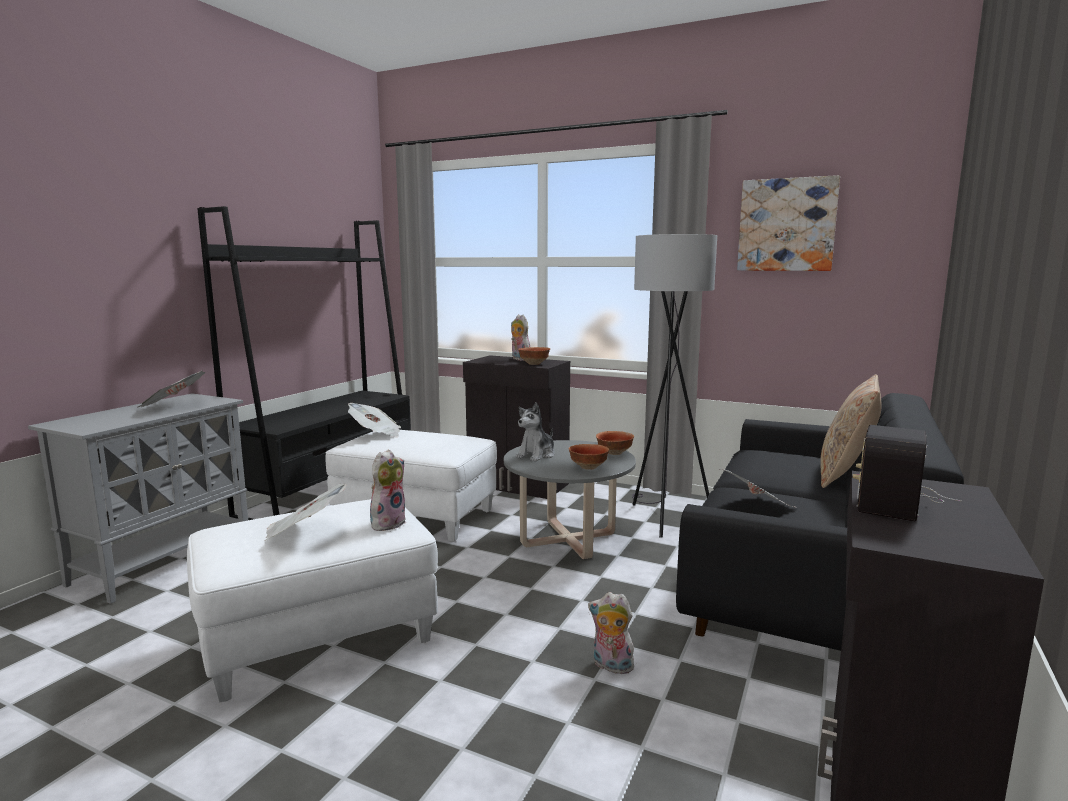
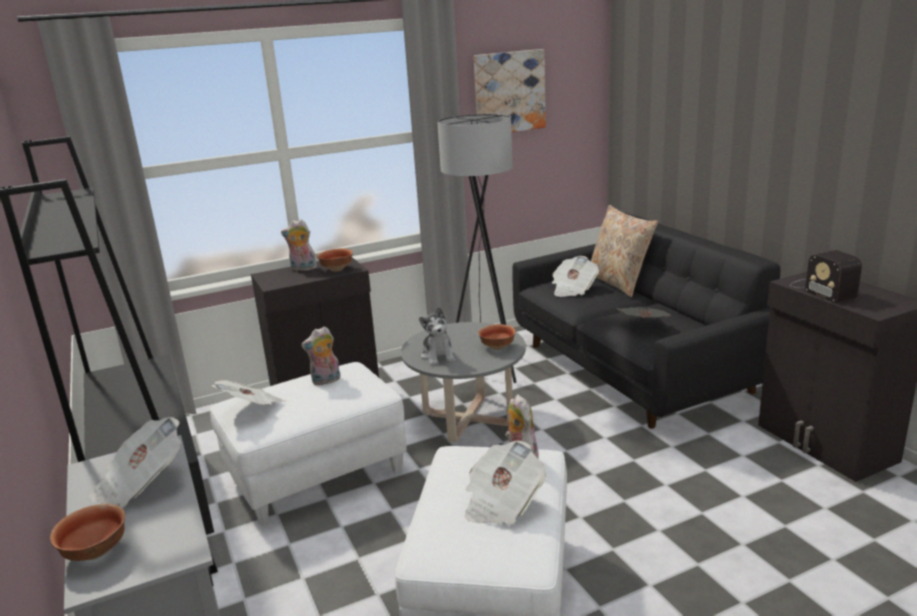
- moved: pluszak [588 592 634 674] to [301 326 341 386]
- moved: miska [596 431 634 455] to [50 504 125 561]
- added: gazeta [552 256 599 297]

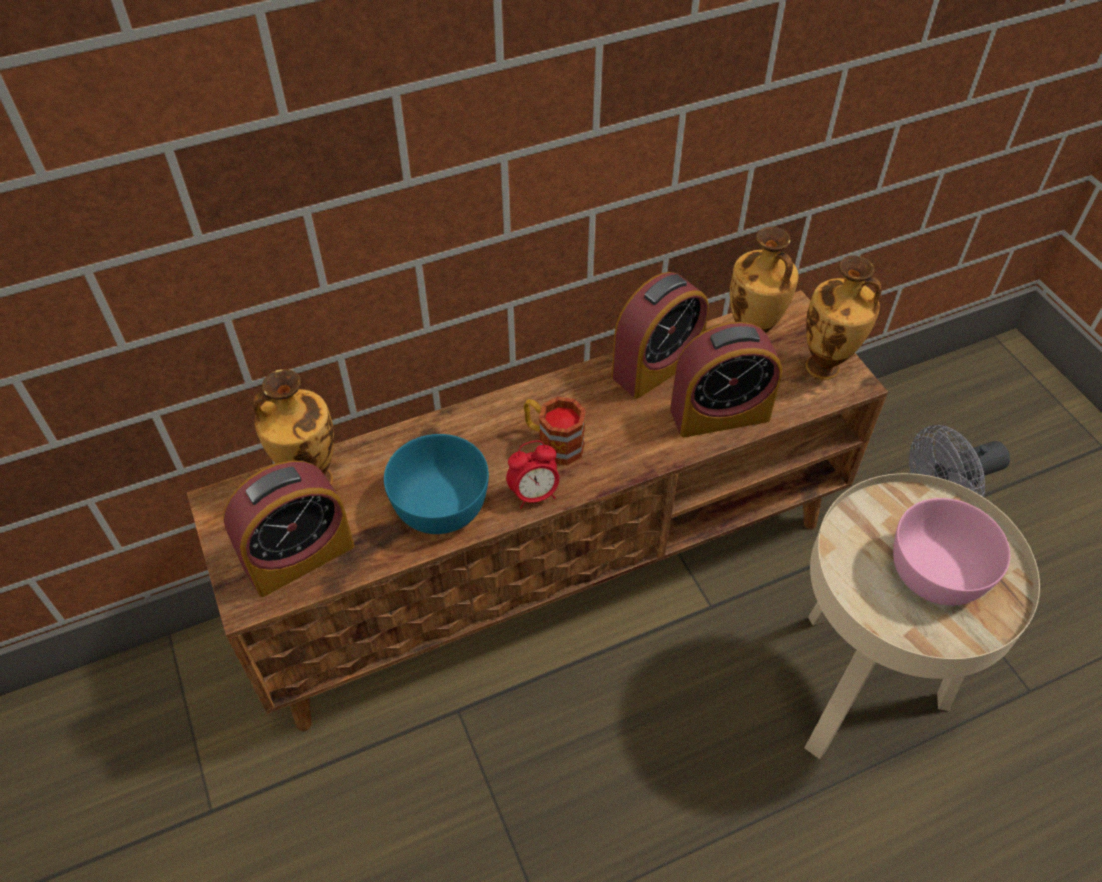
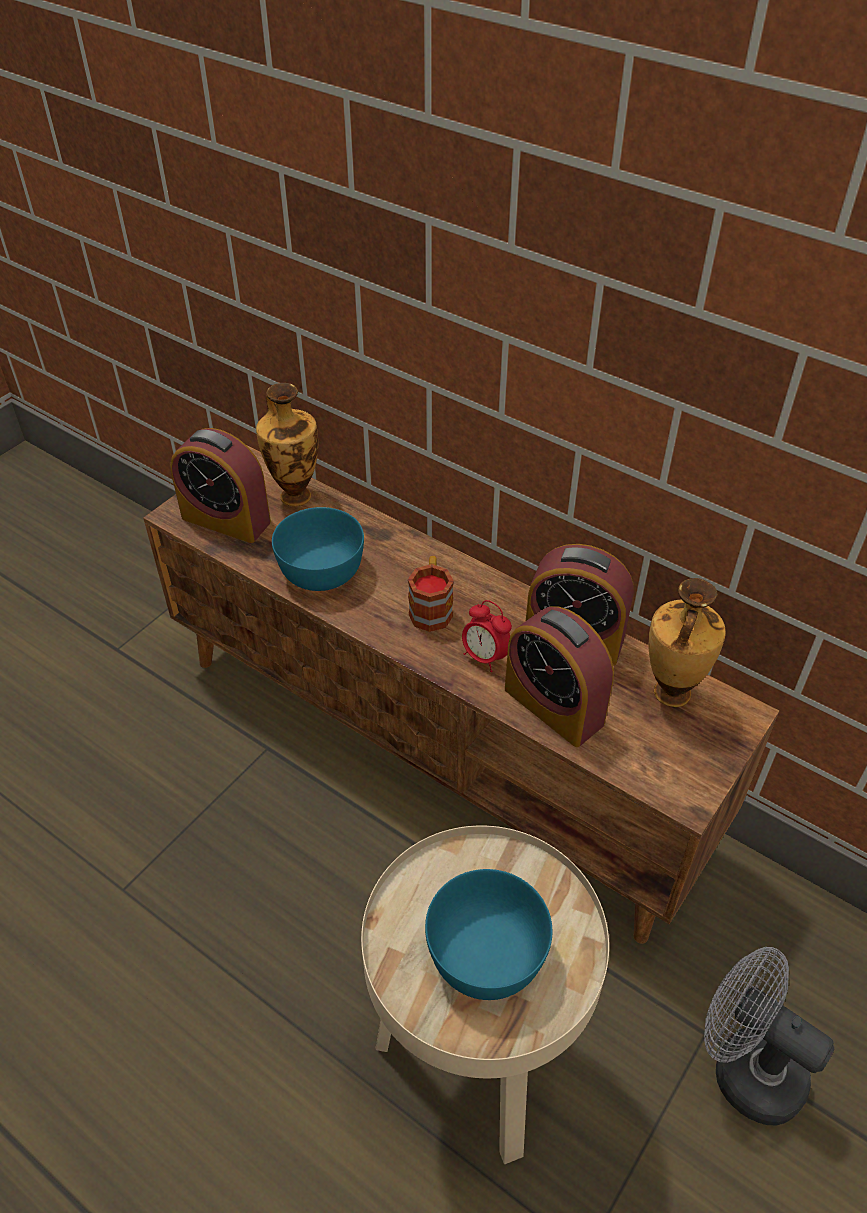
- moved: budzik [506 440 559 509] to [462 600 512 672]
- removed: wazon [806 256 882 380]
- recoloured: miska/różowy [893 498 1010 606] to miska/turkusowy [425 869 552 1000]

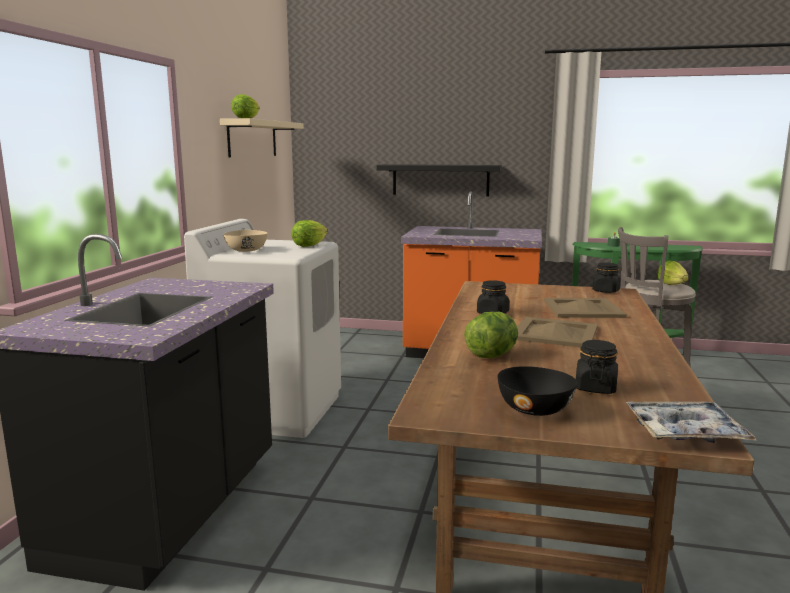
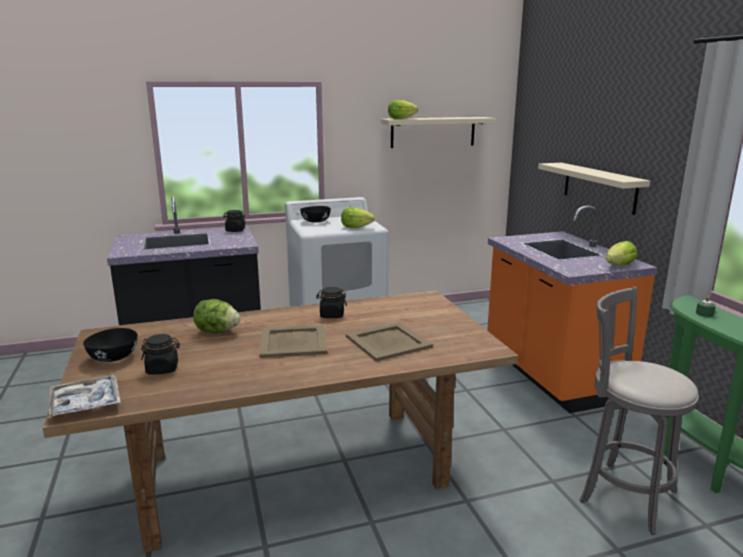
- recoloured: miska/beżowy [223 230 268 252] to miska/czarny [300 206 331 223]
- recoloured: półka/czarny [376 164 502 196] to półka/beżowy [538 163 650 215]
- moved: słoik/czarny [592 263 621 293] to [223 210 246 232]
- moved: sałata [657 260 689 285] to [606 241 637 265]

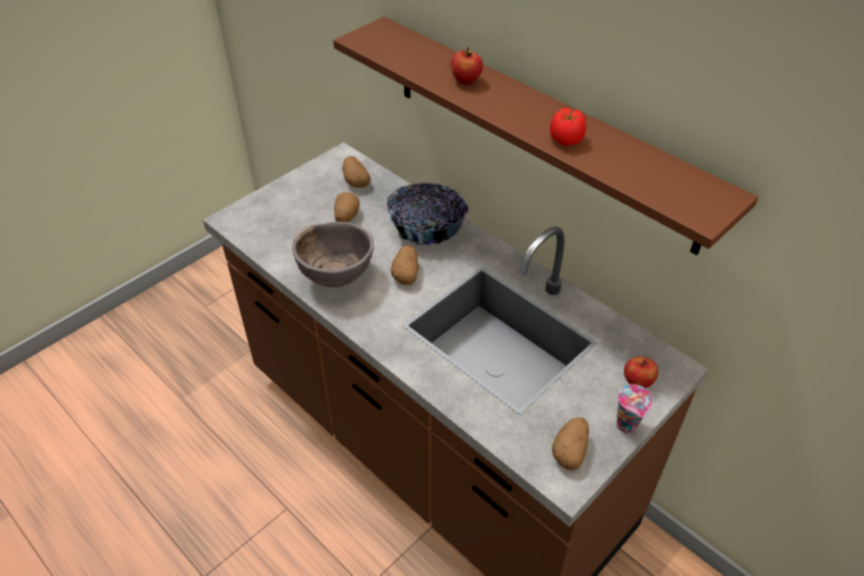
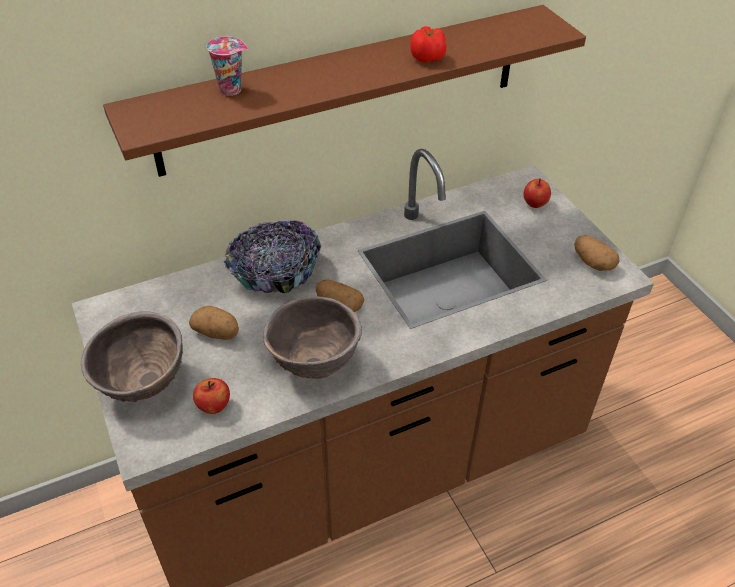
- removed: ziemniak [342 156 371 188]
- moved: jabłko [450 48 483 85] to [193 378 230 414]
- moved: filiżanka [617 384 653 433] to [207 37 248 96]
- added: miska/brązowy [81 311 183 402]

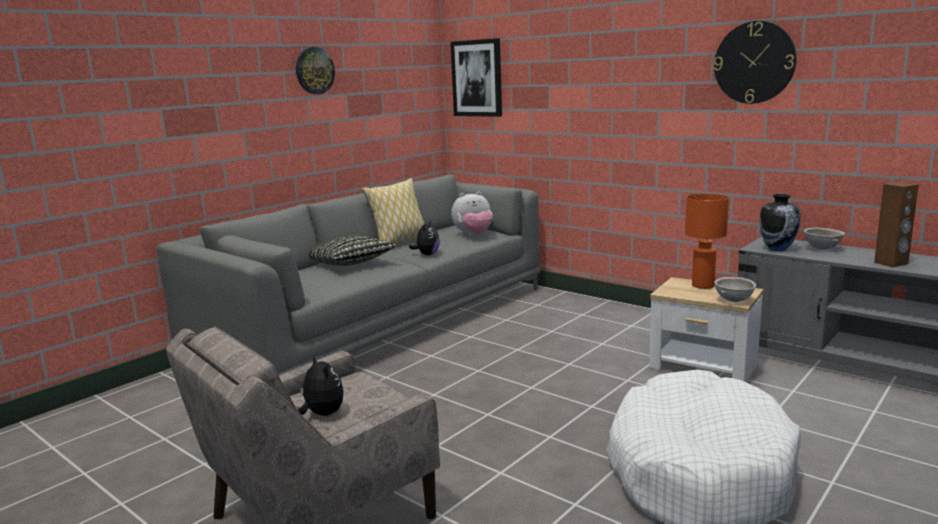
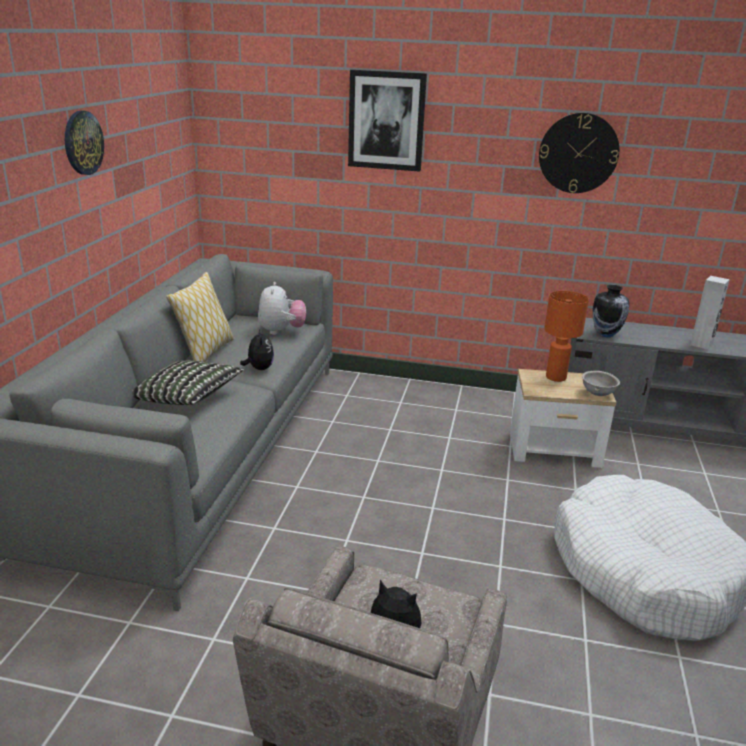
- moved: obraz [450 38 502 117] to [348 70 427 172]
- turned: pluszak [451 191 493 236] = [258 282 306 335] 45 degrees counterclockwise
- removed: miska/szary [804 227 845 250]
- recoloured: głośnik/brązowy [874 182 919 267] to głośnik/biały [690 276 730 350]

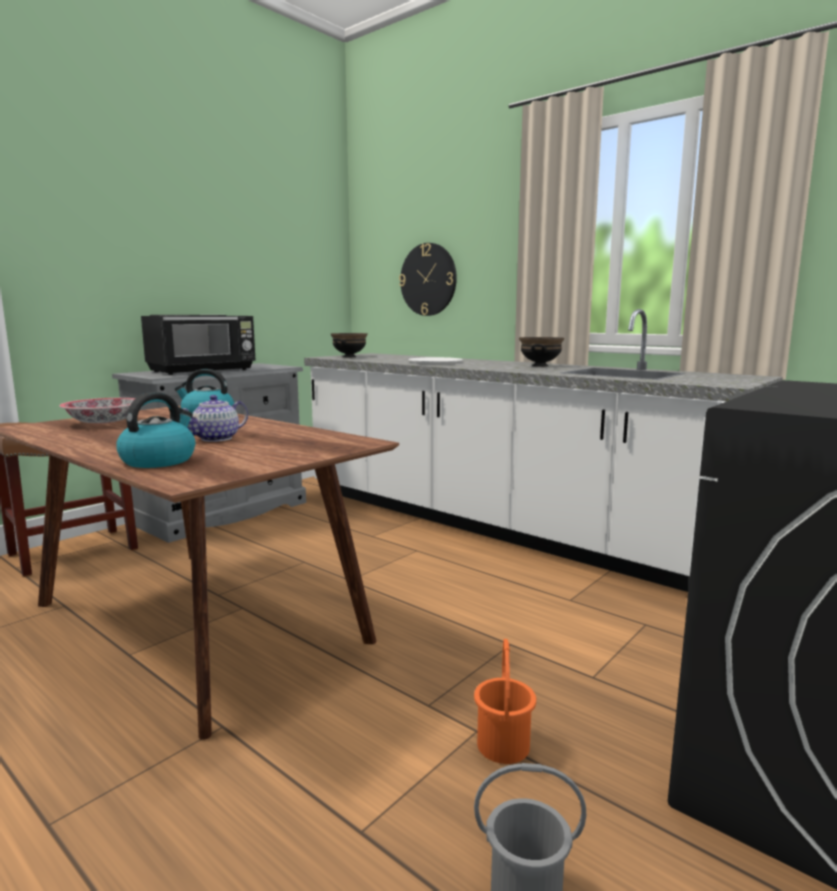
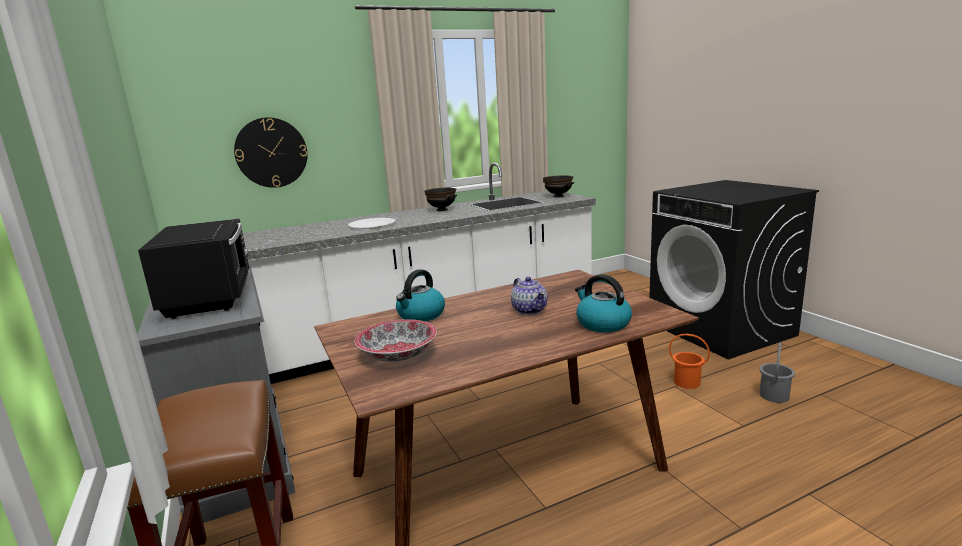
- moved: miska/czarny [331 333 368 357] to [543 175 574 197]

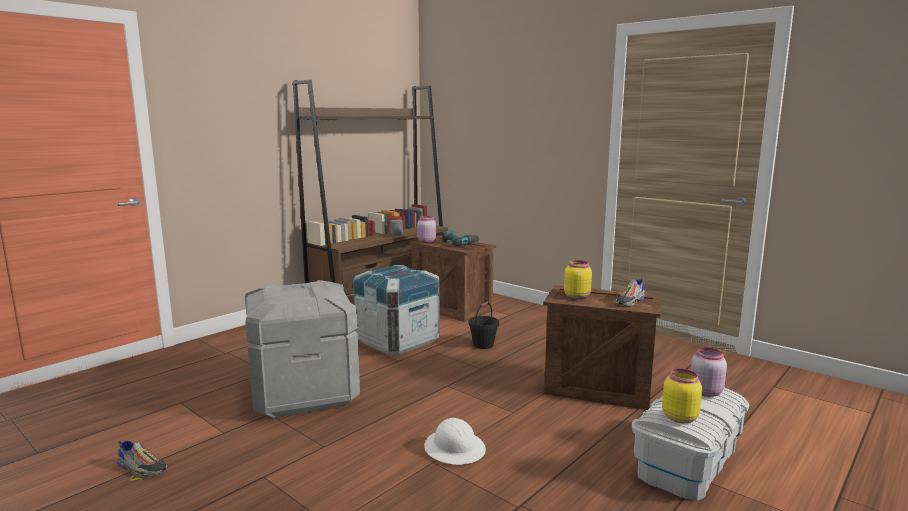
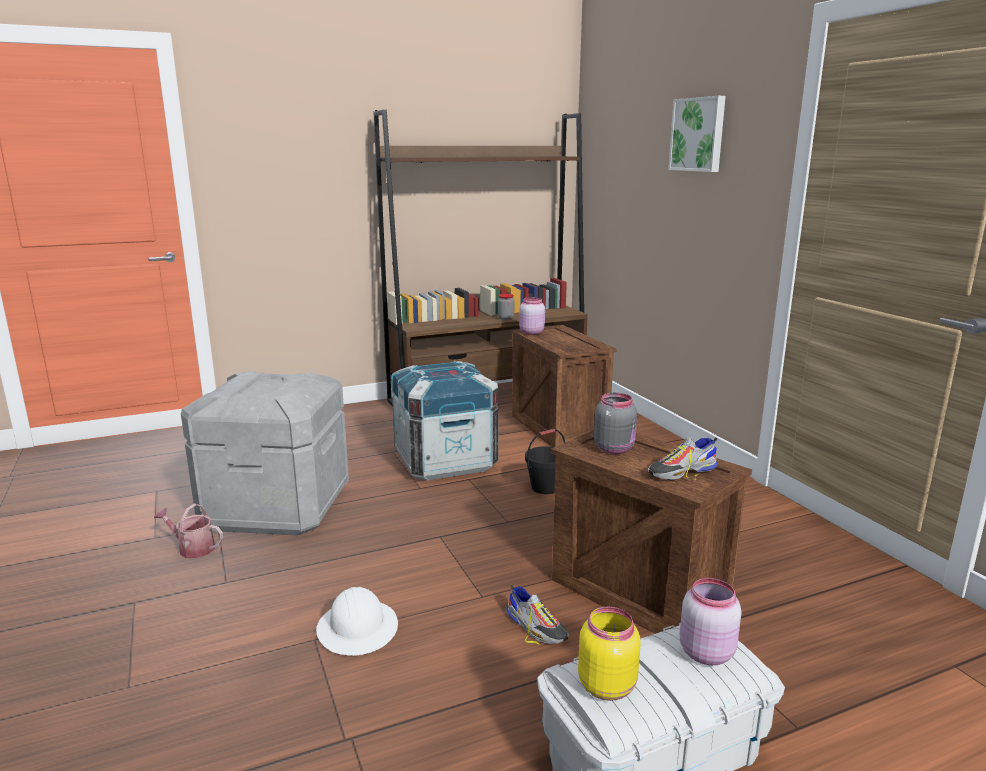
- moved: but [117 441 167 480] to [506 585 569 645]
- removed: wiertarka [442 230 480 246]
- recoloured: słoik/żółty [564 260 592 299] to słoik/szary [594 393 637 454]
- added: konewka [154 503 223 558]
- added: obraz [668 96 726 172]

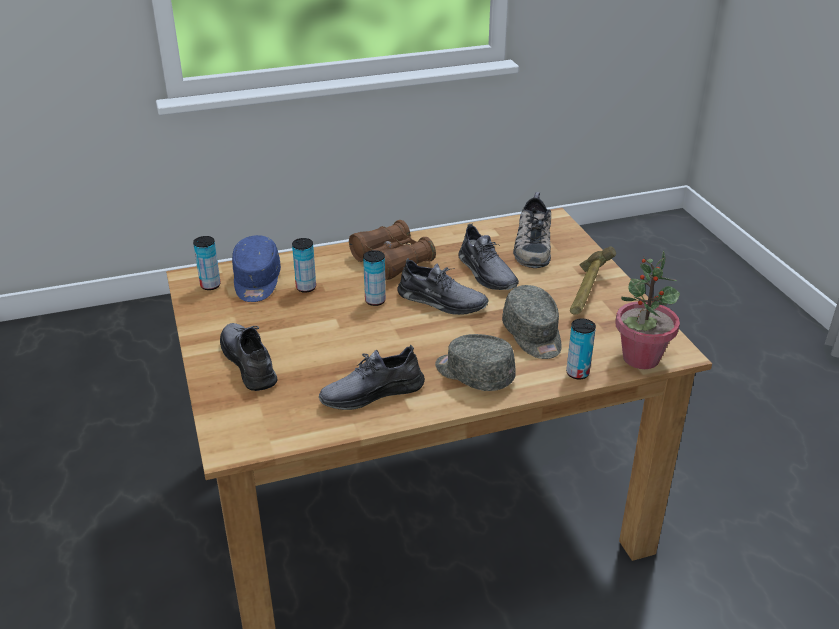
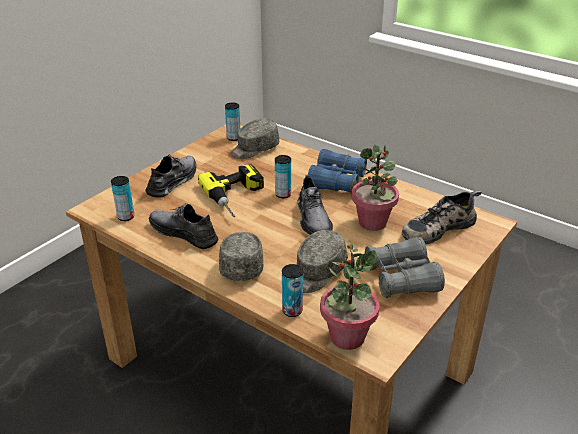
- recoloured: czapka z daszkiem/niebieski [232 235 281 302] to czapka z daszkiem/szary [230 118 279 159]
- moved: puszka [292 238 316 293] to [111 176 134 221]
- recoloured: lornetka/brązowy [349 220 436 280] to lornetka/niebieski [308 149 367 194]
- replaced: but/szary [458 224 519 290] to roślina doniczkowa [351 145 399 231]
- replaced: młotek [570 246 616 315] to lornetka/szary [365 237 445 298]
- added: wiertarka [198 164 264 217]

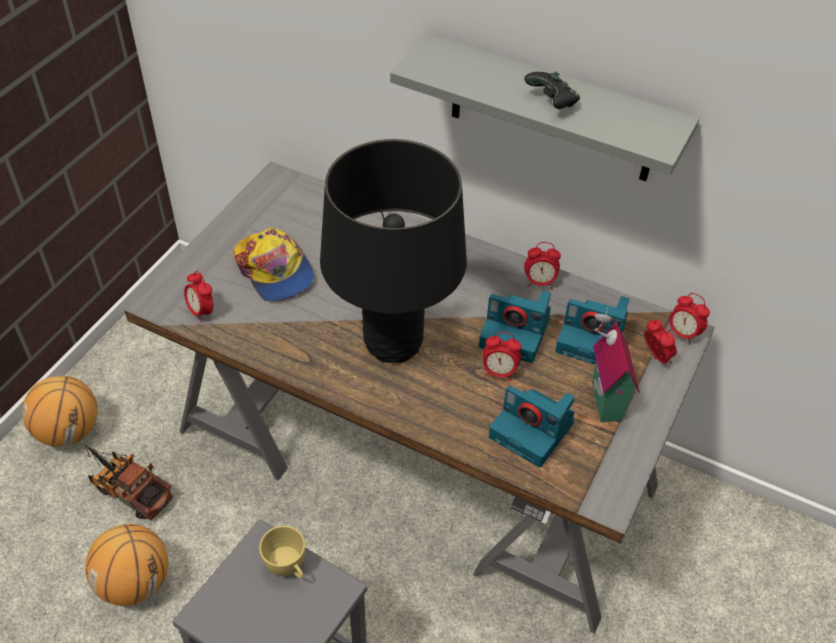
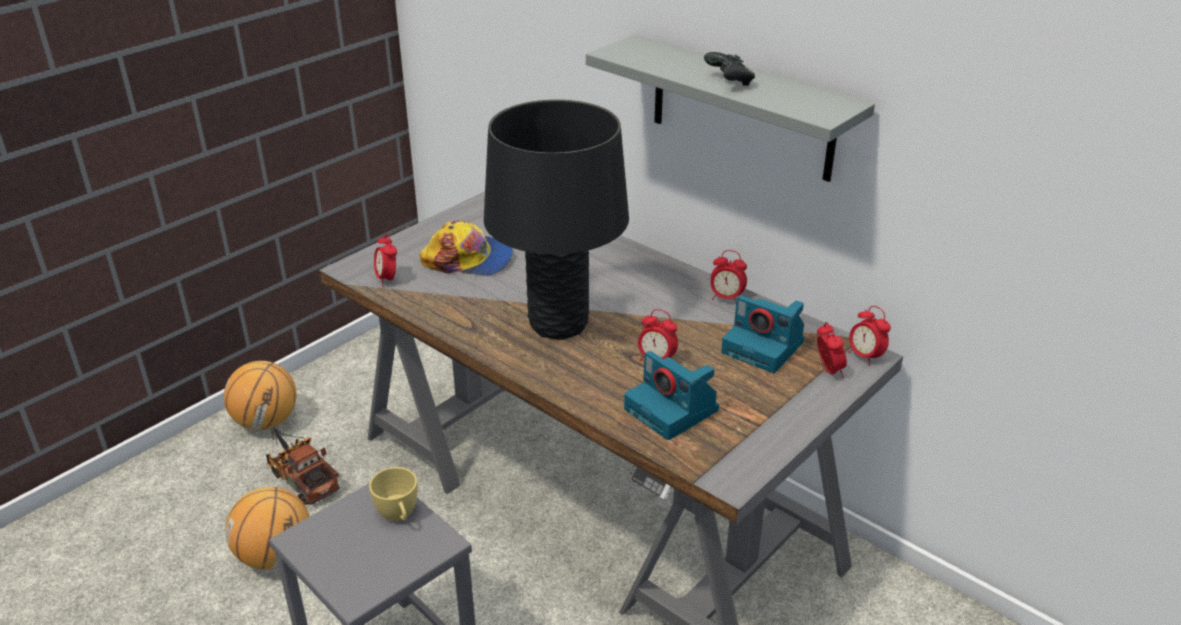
- turned: czapka z daszkiem [233 228 314 302] = [420 220 513 276] 60 degrees counterclockwise
- removed: aparat fotograficzny [479 290 551 363]
- removed: domek [592 308 640 422]

